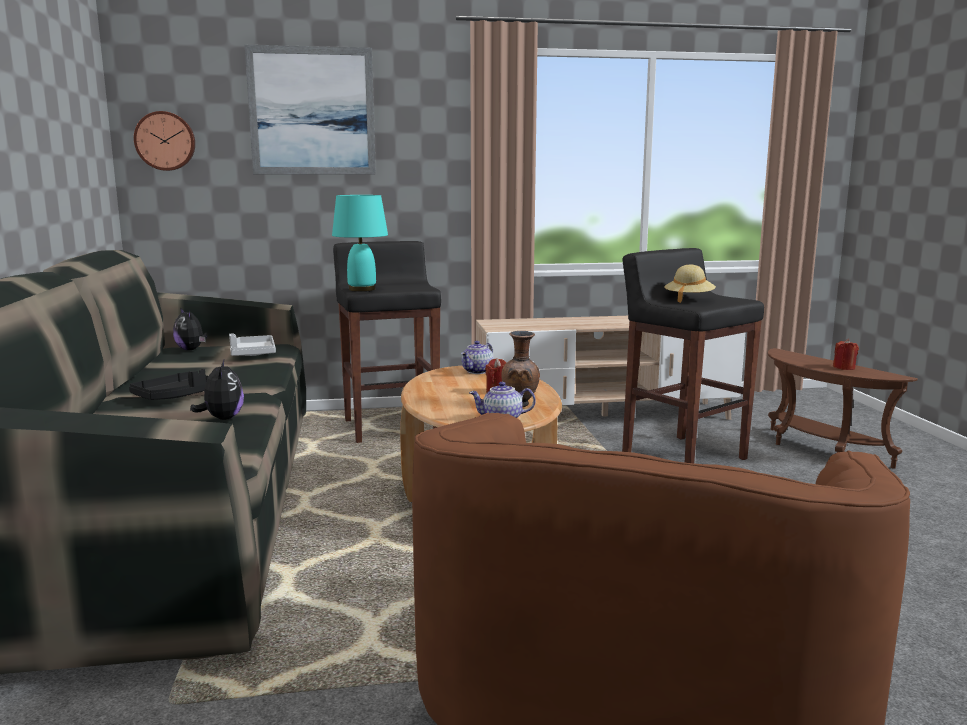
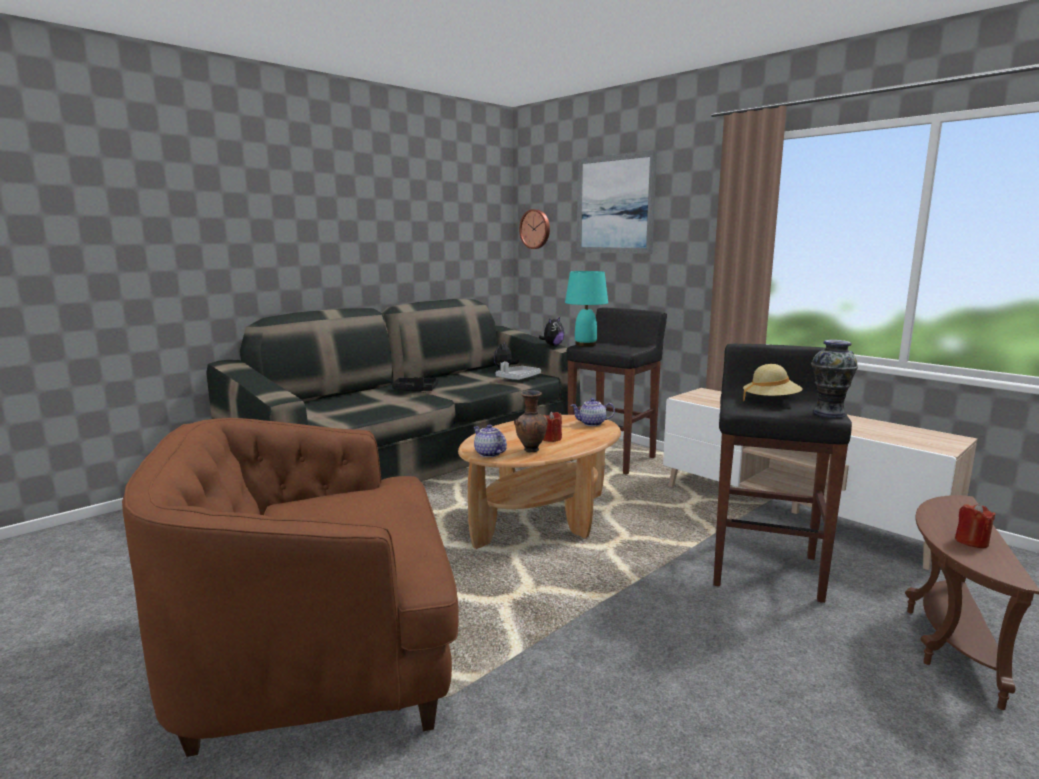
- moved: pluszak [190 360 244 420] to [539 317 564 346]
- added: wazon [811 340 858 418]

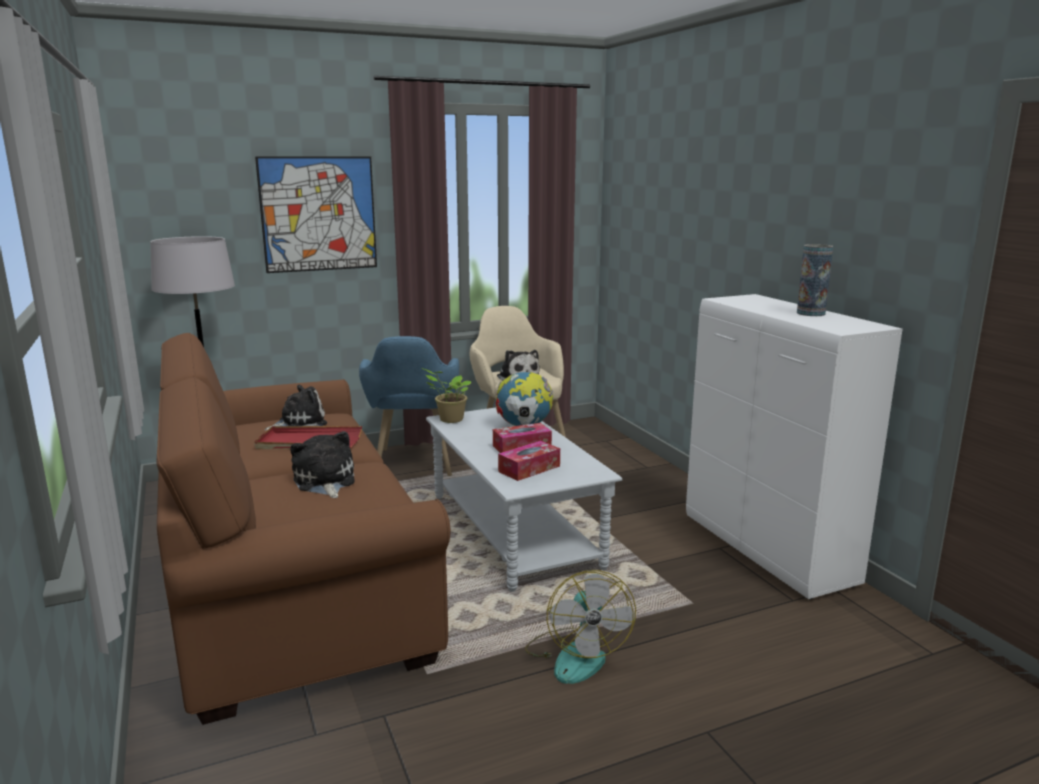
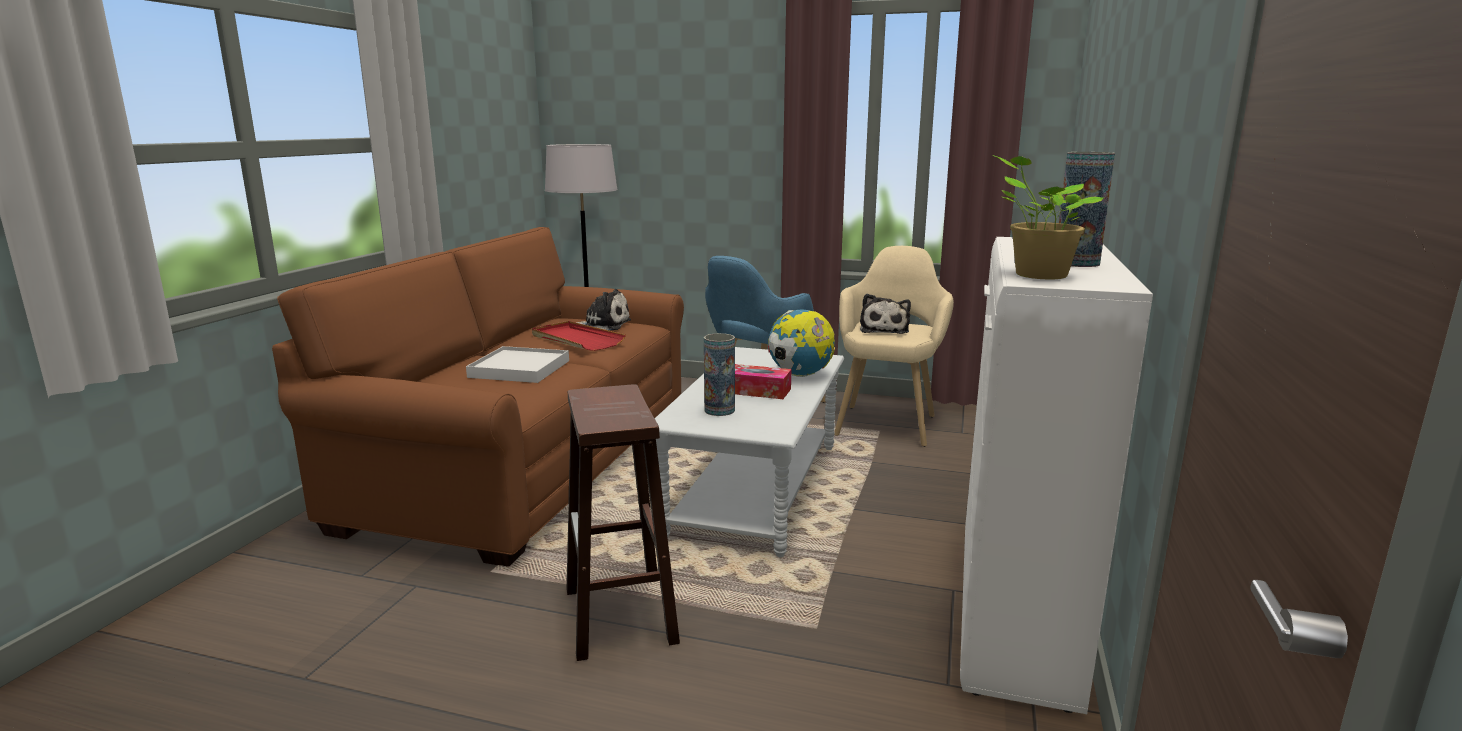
- removed: obraz [255 157 377 273]
- replaced: pluszak [290 431 355 498] to taca/biały [466 346 569 383]
- moved: roślina doniczkowa [422 368 471 423] to [993 155 1103 279]
- replaced: pudełko chusteczek [498 441 560 481] to wazon [704 333 735 416]
- replaced: wentylator [525 570 636 684] to stołek/brązowy [567 384 680 661]

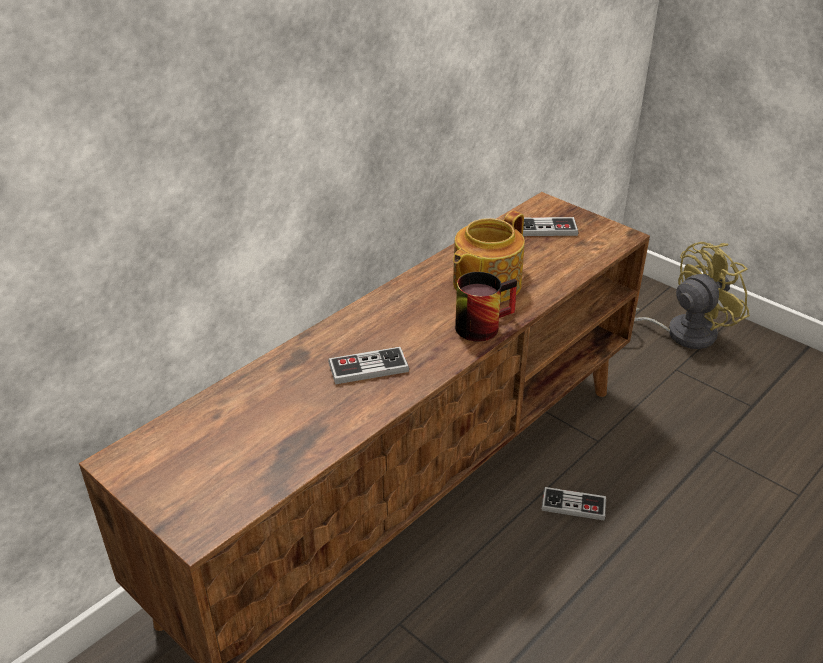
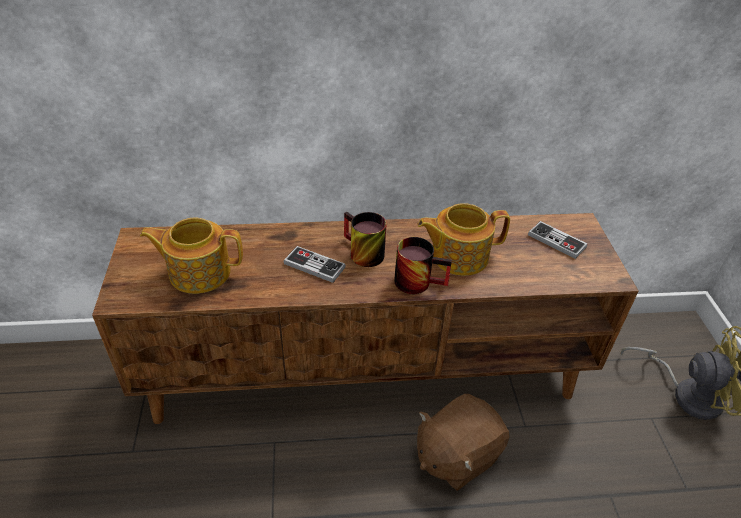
- replaced: pad do gier [542 487 606 520] to pluszak/brązowy [417 394 509 491]
- added: imbryk [140 217 243 294]
- added: kubek [344 212 387 267]

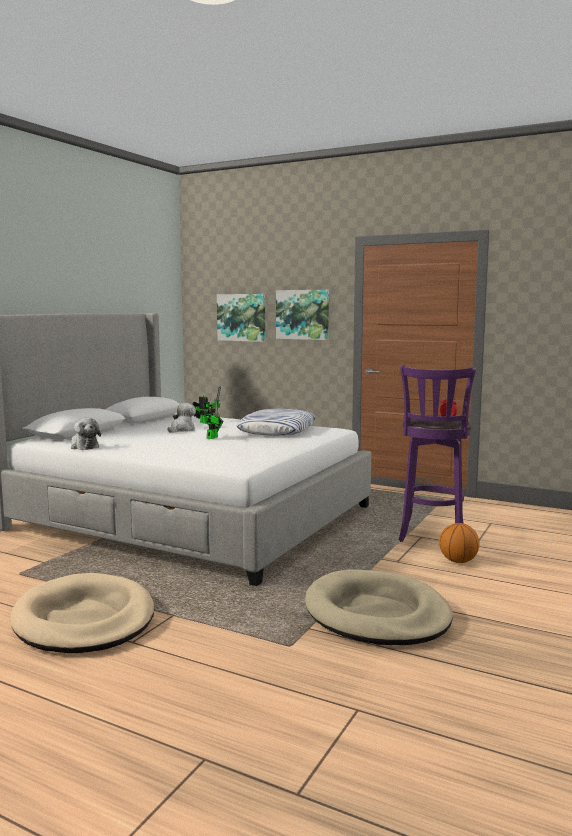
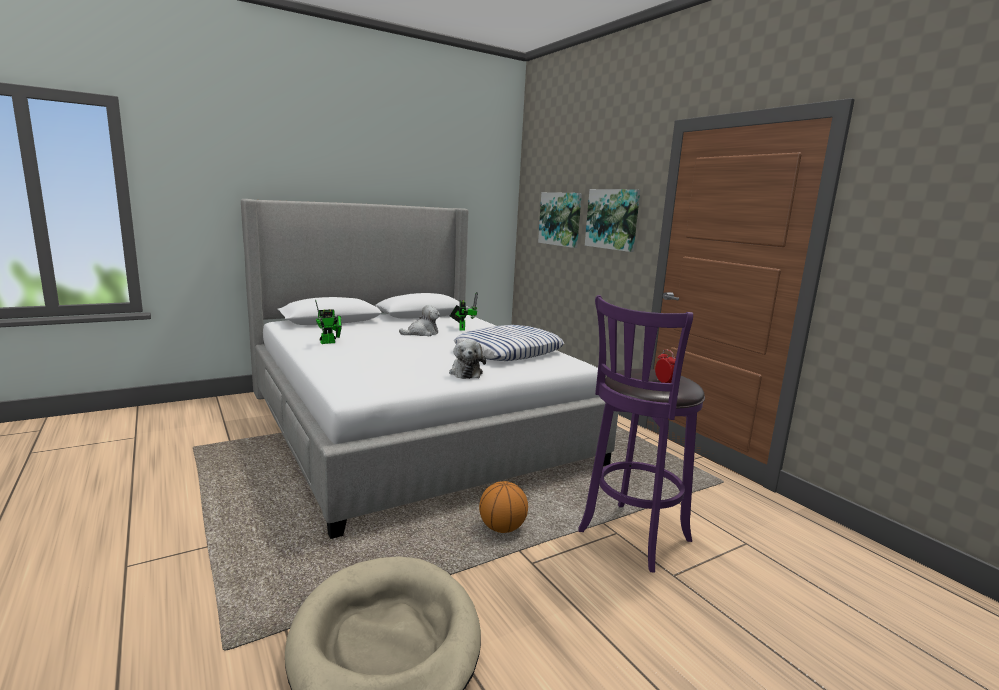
- removed: legowisko/beżowy [10 573 154 653]
- moved: pluszak [71 418 101 450] to [449 340 486 379]
- moved: robot zabawkowy [205 398 223 439] to [315 300 342 344]
- moved: piłka do koszykówki [439 523 479 563] to [479 481 528 533]

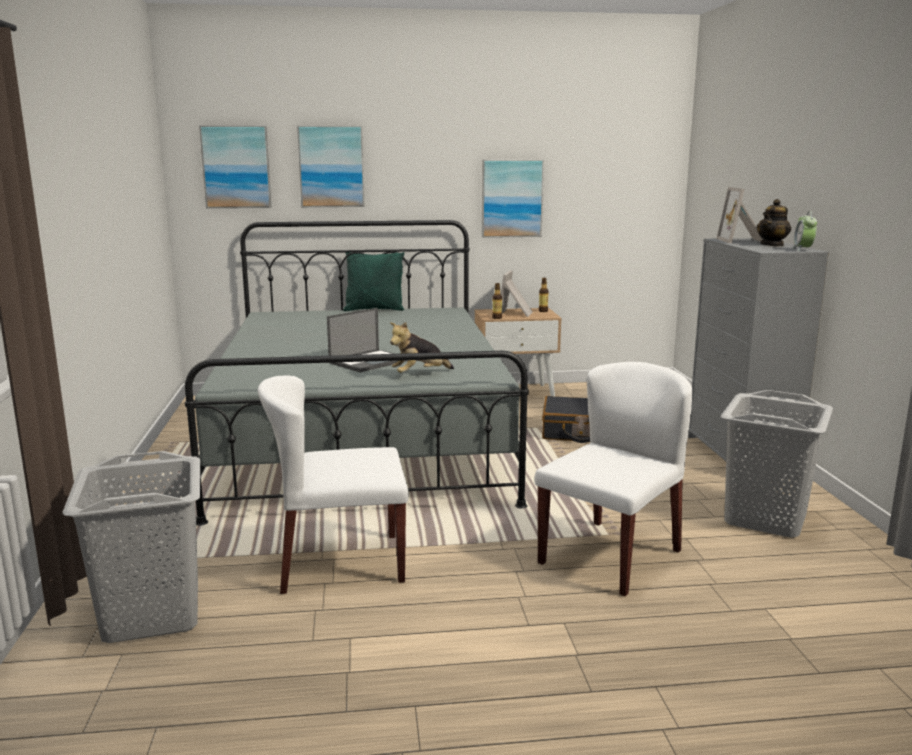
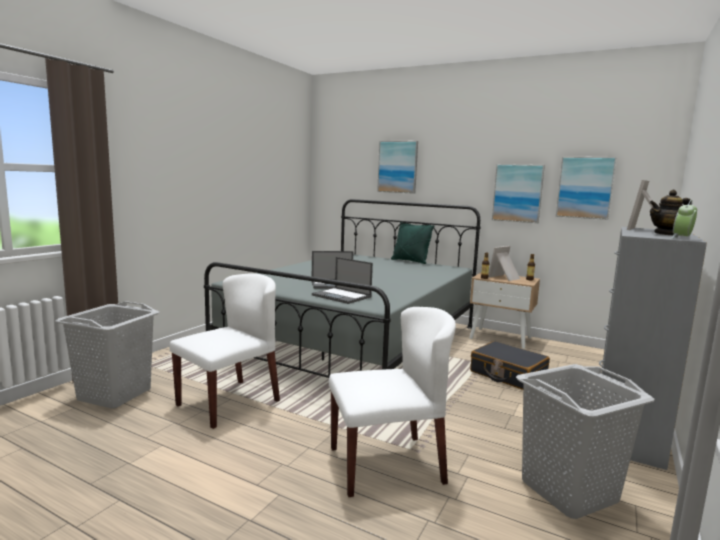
- moved: obraz [199 125 272 208] to [556 157 617 220]
- turned: krzesło/biały [258 375 409 594] = [169 273 280 429] 105 degrees clockwise
- replaced: pluszak [390 322 454 373] to laptop [312 257 373 304]

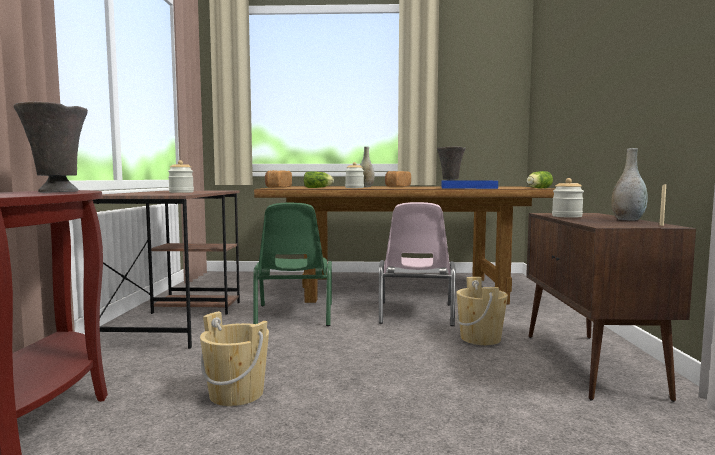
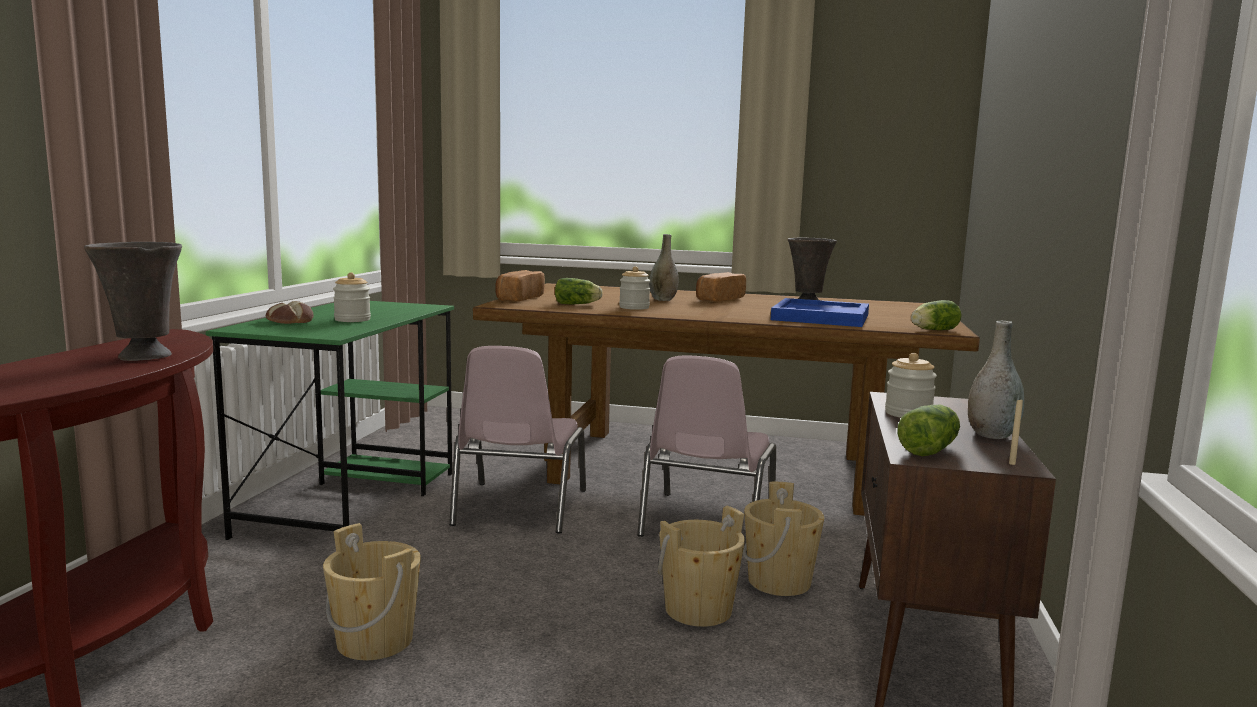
- recoloured: biurko/brązowy [93 190 240 349] to biurko/zielony [206 301 454 540]
- recoloured: krzesło/zielony [253 203 332 326] to krzesło/różowy [449 346 586 533]
- added: chleb [266 301 314 324]
- added: wiadro/beżowy [658 506 745 627]
- added: sałata [897 405 960 456]

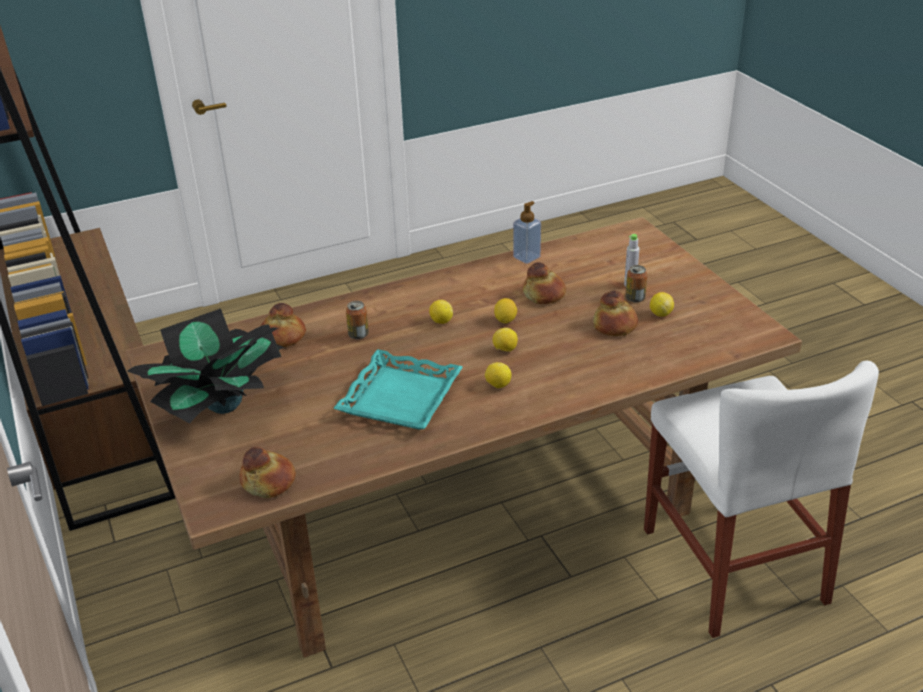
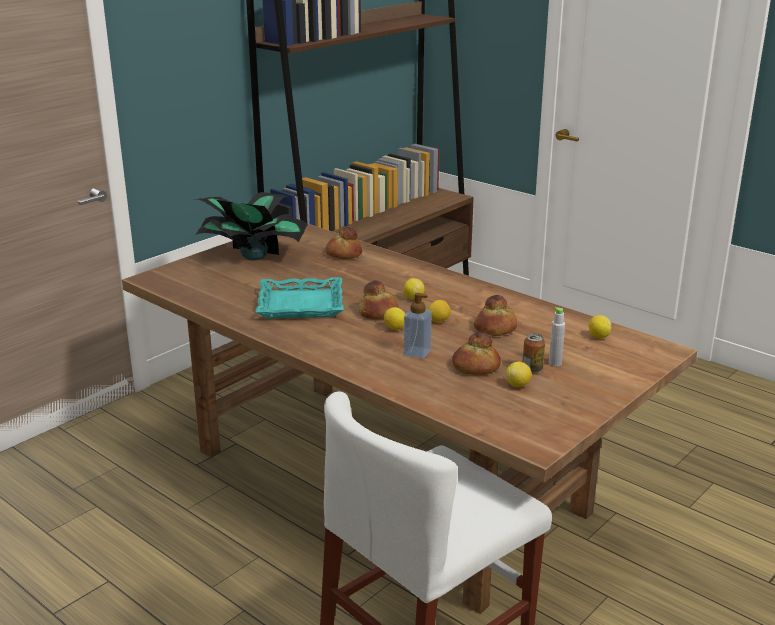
- moved: chleb [240 447 296 498] to [358 280 399 319]
- removed: puszka [346 301 369 339]
- moved: cytryna [485 362 511 388] to [589 315 612 338]
- moved: dozownik mydła [513 201 541 264] to [404 293 432 359]

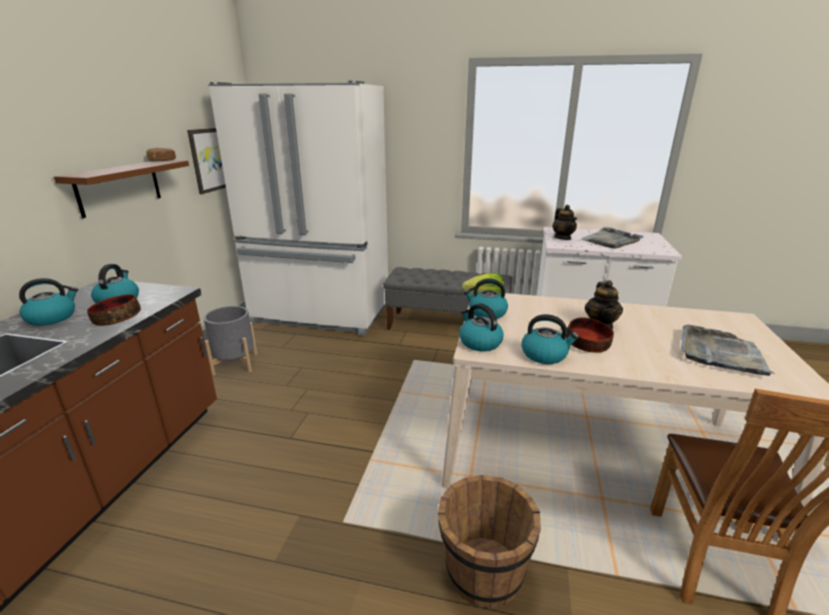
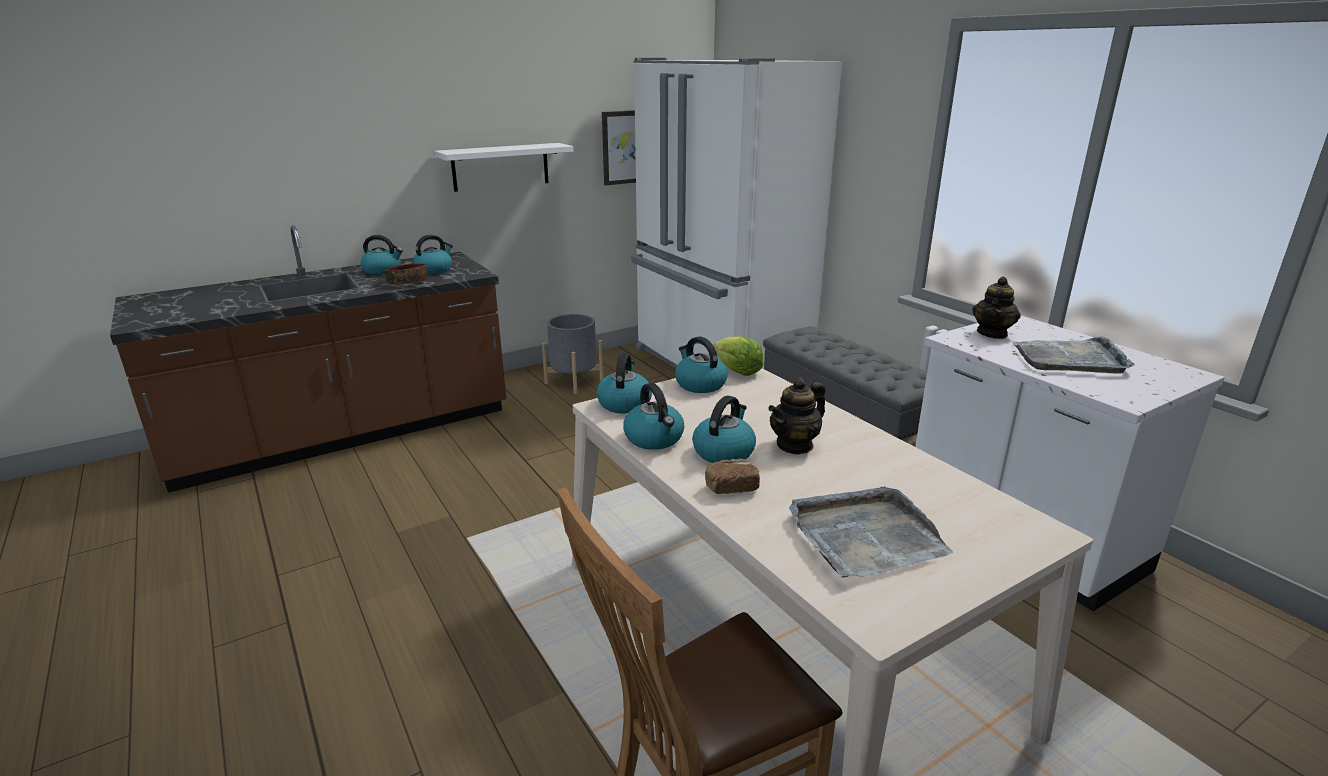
- recoloured: półka/brązowy [54 160 189 218] to półka/biały [434 143 573 192]
- moved: chleb [147 148 176 162] to [705 459 760 494]
- removed: wiadro/brązowy [438 475 541 608]
- replaced: miska [566 318 614 353] to czajnik [692 396 756 463]

